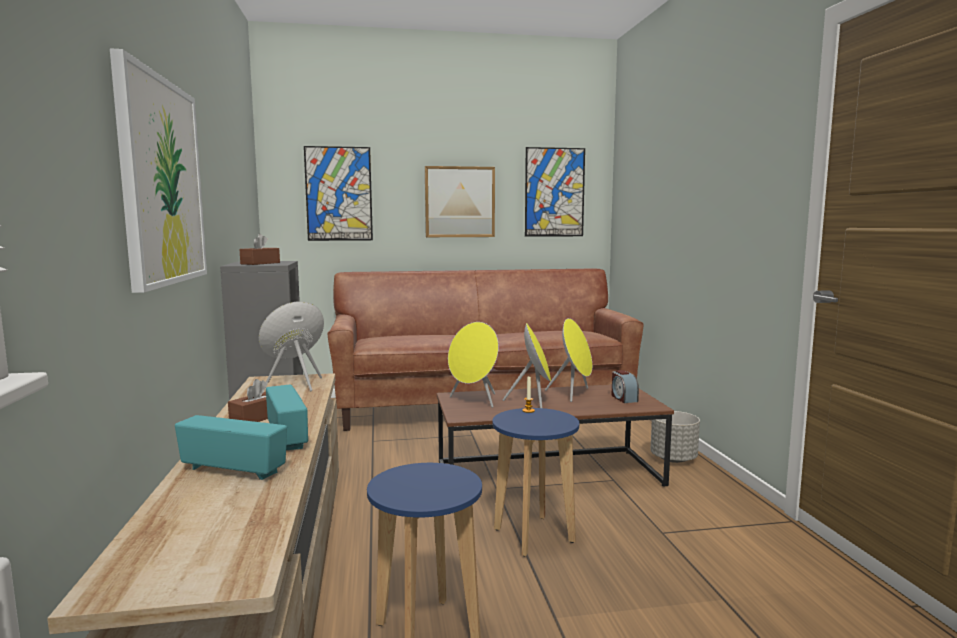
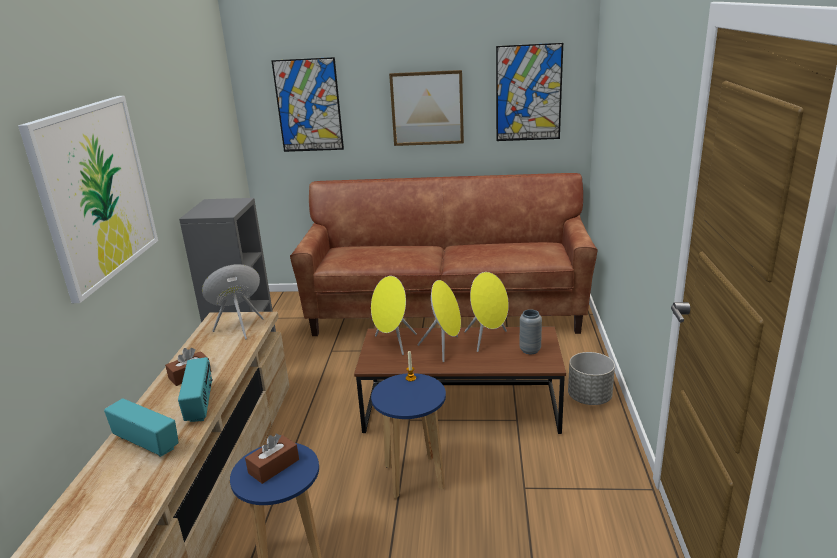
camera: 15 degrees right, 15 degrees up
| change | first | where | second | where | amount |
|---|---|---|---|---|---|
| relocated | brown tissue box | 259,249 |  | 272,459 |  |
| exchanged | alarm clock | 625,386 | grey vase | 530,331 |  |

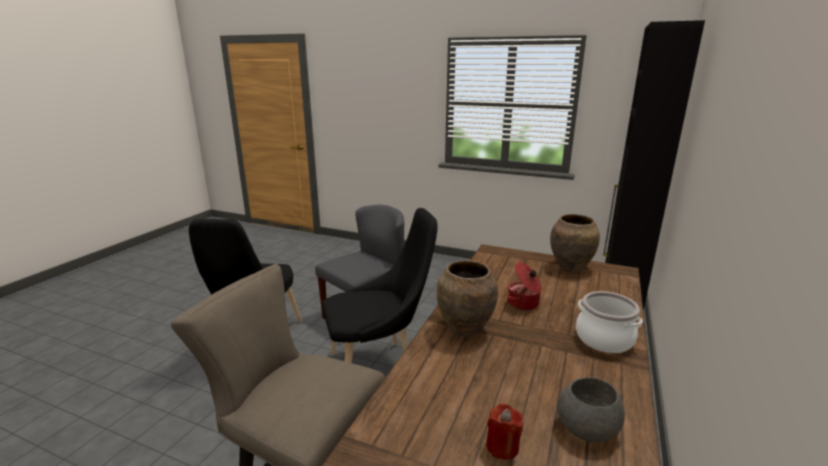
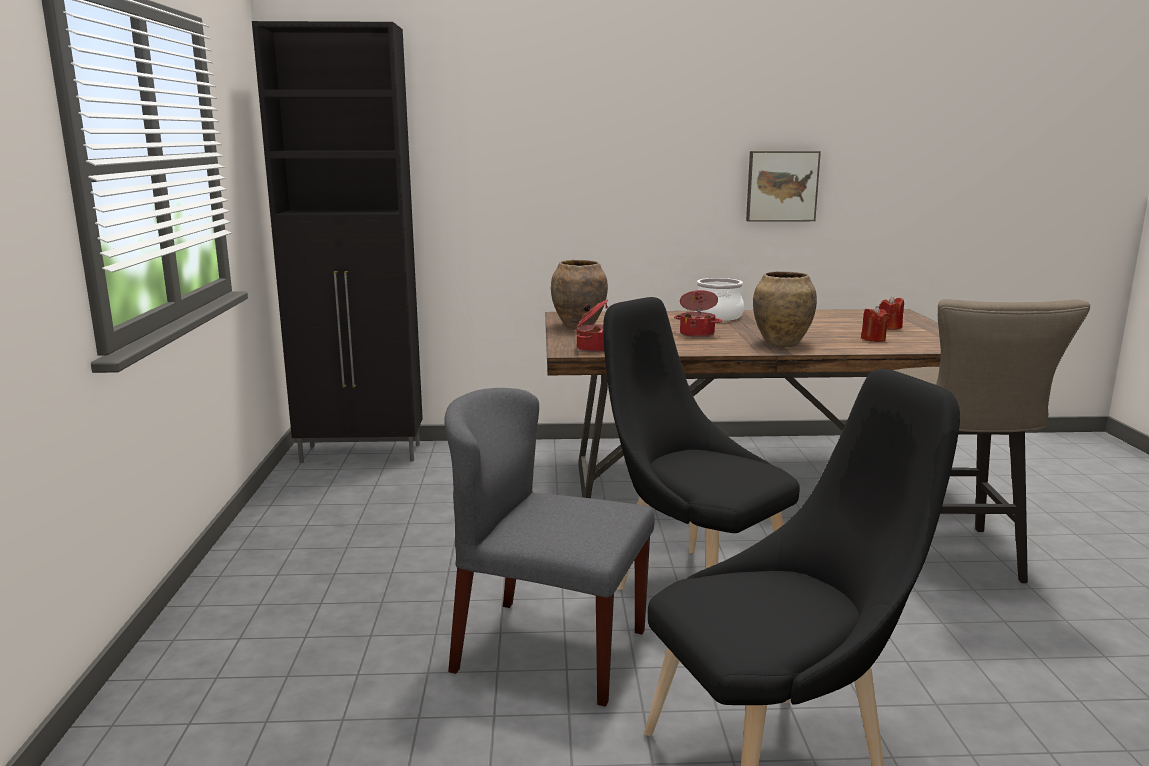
camera: 115 degrees left, 5 degrees down
| change | first | where | second | where | amount |
|---|---|---|---|---|---|
| appeared |  |  | cooking pot | 592,326 |  |
| appeared |  |  | picture | 783,186 |  |
| appeared |  |  | red candle | 875,324 |  |
| missing | grey bowl | 591,409 |  |  |  |

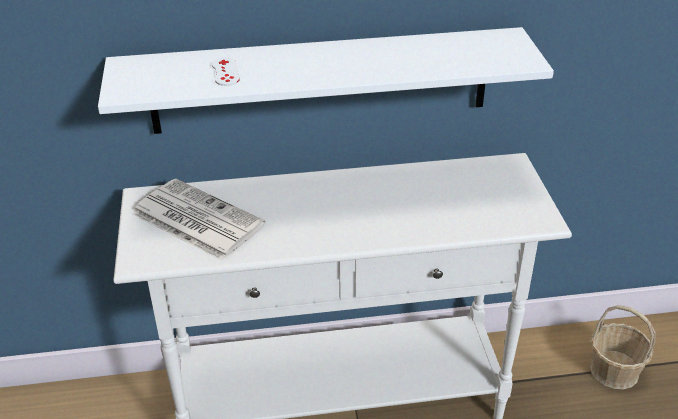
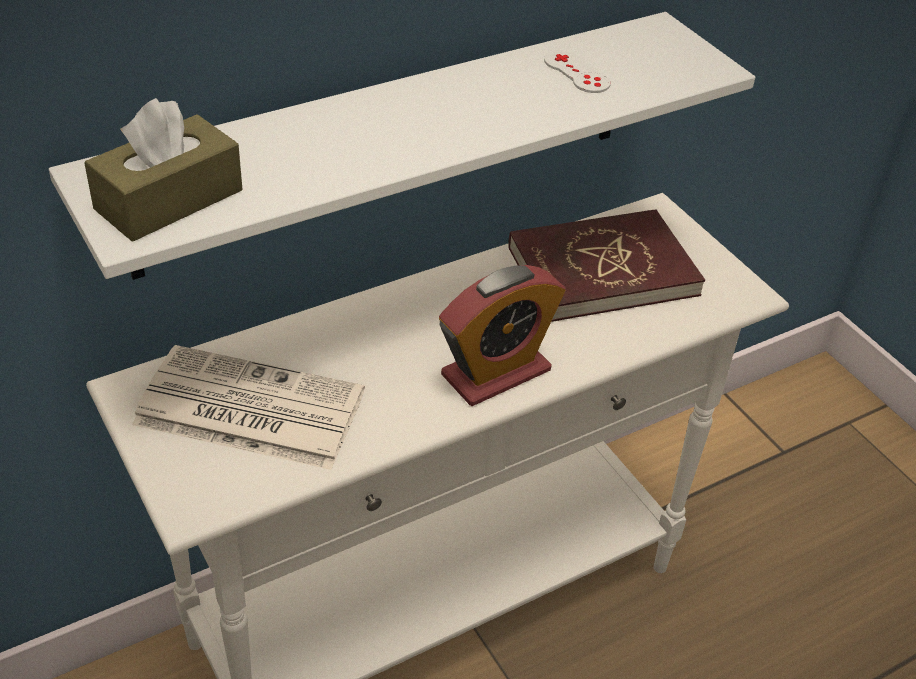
camera: 25 degrees left, 5 degrees up
| change | first | where | second | where | amount |
|---|---|---|---|---|---|
| appeared |  |  | brown tissue box | 163,170 |  |
| appeared |  |  | alarm clock | 502,335 |  |
| appeared |  |  | red book | 606,265 |  |
| relocated | white game controller | 226,71 |  | 577,71 |  |
| missing | basket | 623,347 |  |  |  |

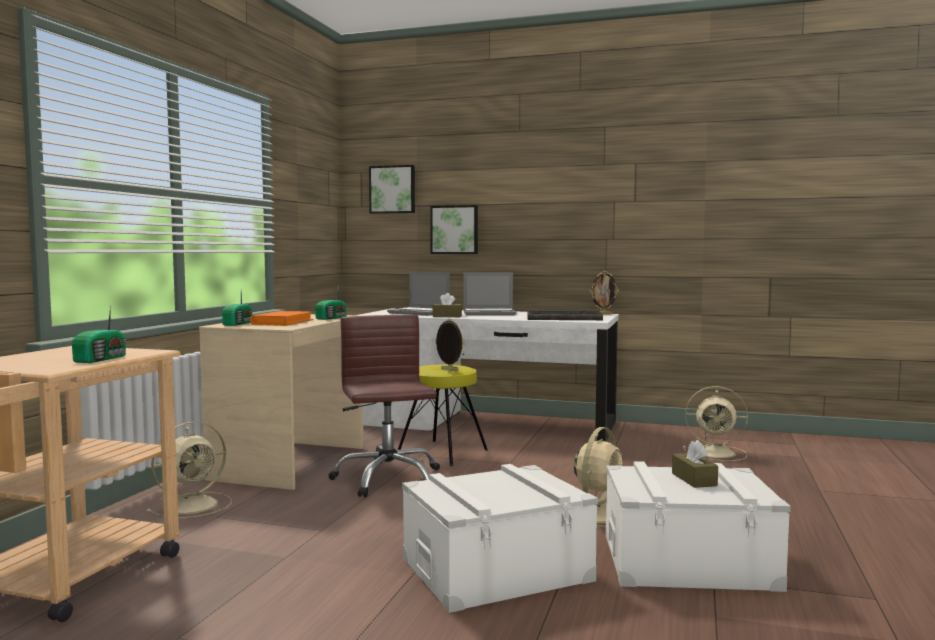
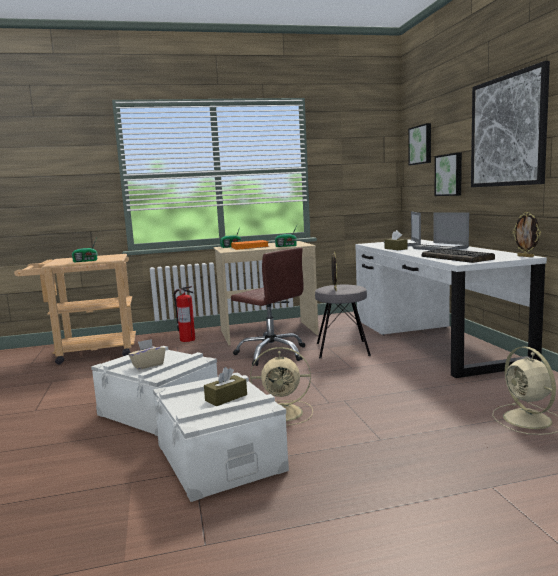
camera: 60 degrees right, 5 degrees up
| change | first | where | second | where | amount |
|---|---|---|---|---|---|
| appeared |  |  | beige tissue box | 147,354 |  |
| exchanged | beige fan | 189,470 | fire extinguisher | 184,314 |  |
| spun | brown office chair | 384,406 |  | 268,307 | 90 degrees clockwise |
| colour | yellow stool | 443,415 | grey stool | 343,321 |  |
| appeared |  |  | picture | 510,124 |  |

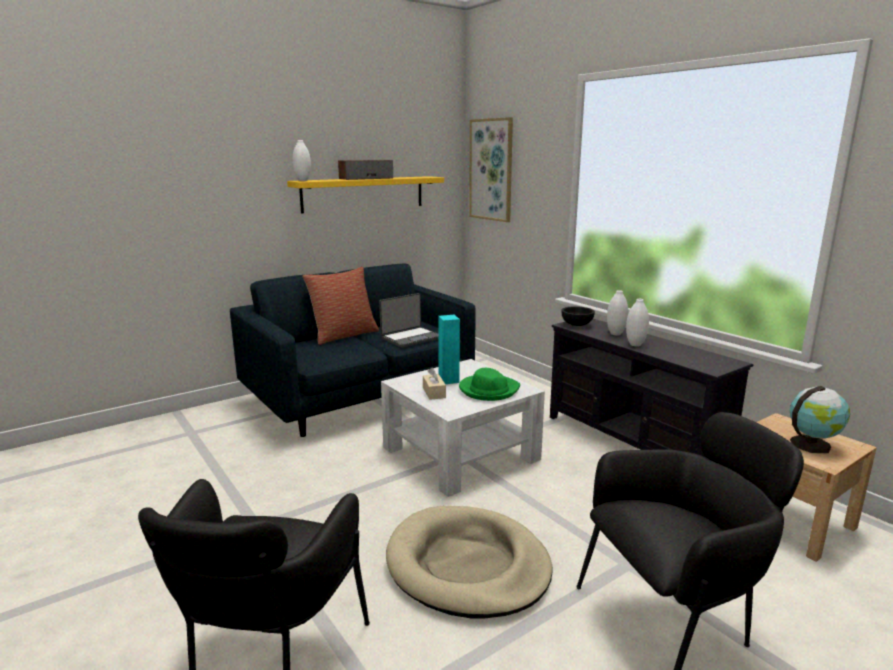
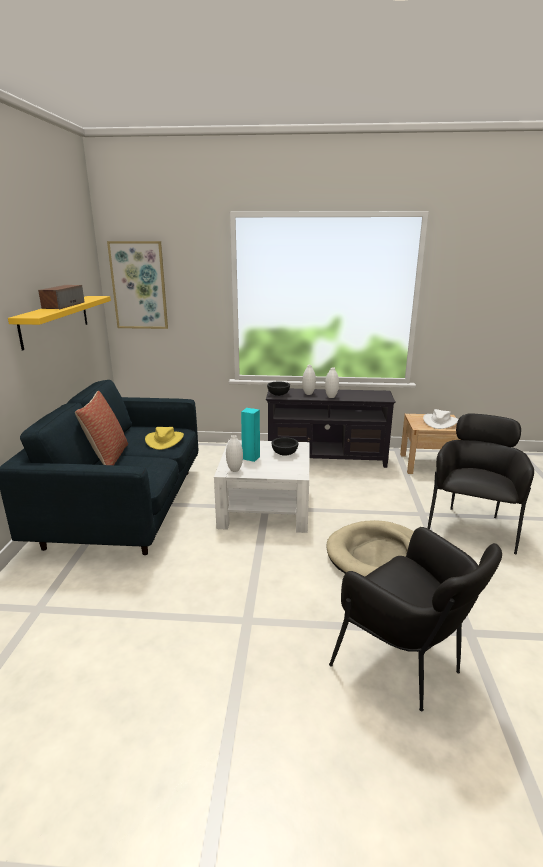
camera: 50 degrees left, 5 degrees up
| change | first | where | second | where | amount |
|---|---|---|---|---|---|
| exchanged | laptop | 408,320 | yellow hat | 164,438 |  |
| relocated | white vase | 301,160 |  | 234,453 |  |
| exchanged | green hat | 489,384 | black bowl | 285,446 |  |
| exchanged | globe | 819,419 | white hat | 440,419 |  |
| missing | beige tissue box | 434,383 |  |  |  |

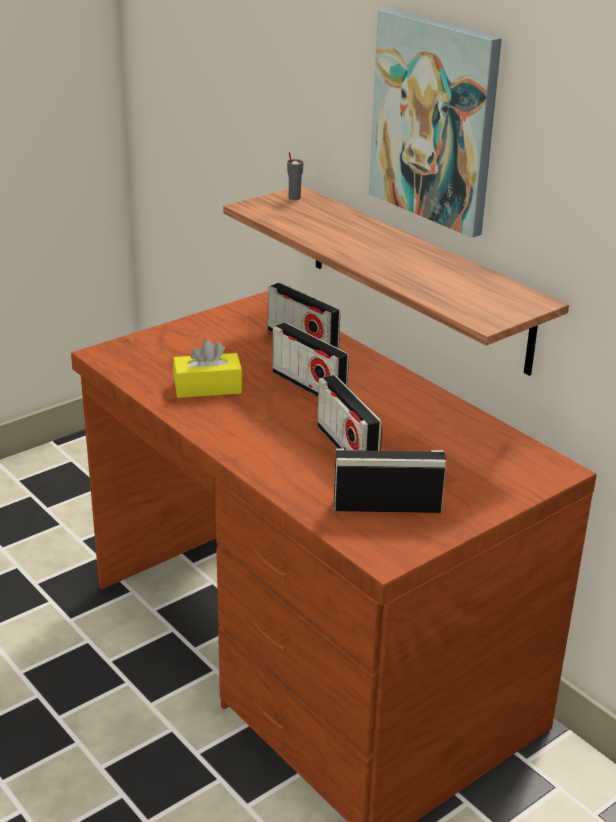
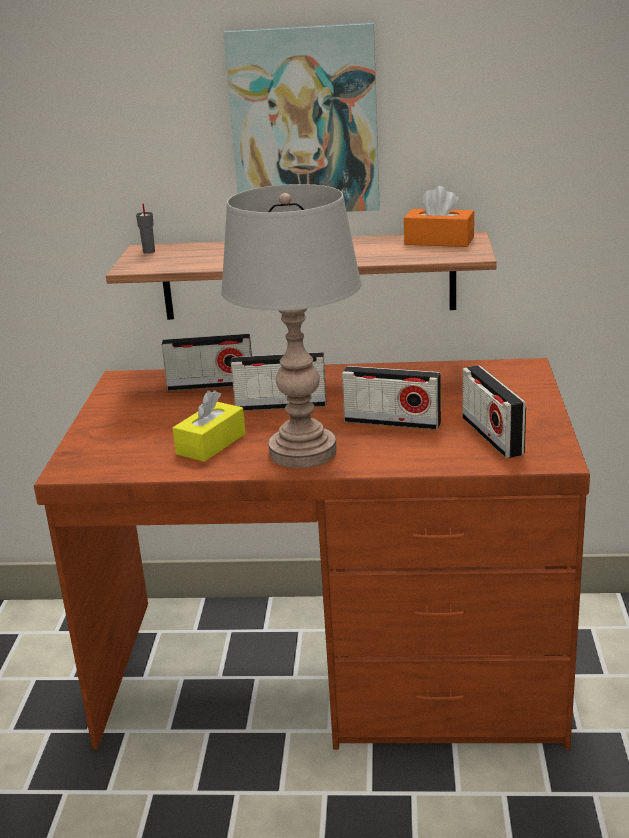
camera: 45 degrees left, 5 degrees down
| change | first | where | second | where | amount |
|---|---|---|---|---|---|
| appeared |  |  | grey table lamp | 291,326 |  |
| appeared |  |  | orange tissue box | 439,216 |  |
| spun | radio | 390,480 |  | 494,411 | 60 degrees counterclockwise |

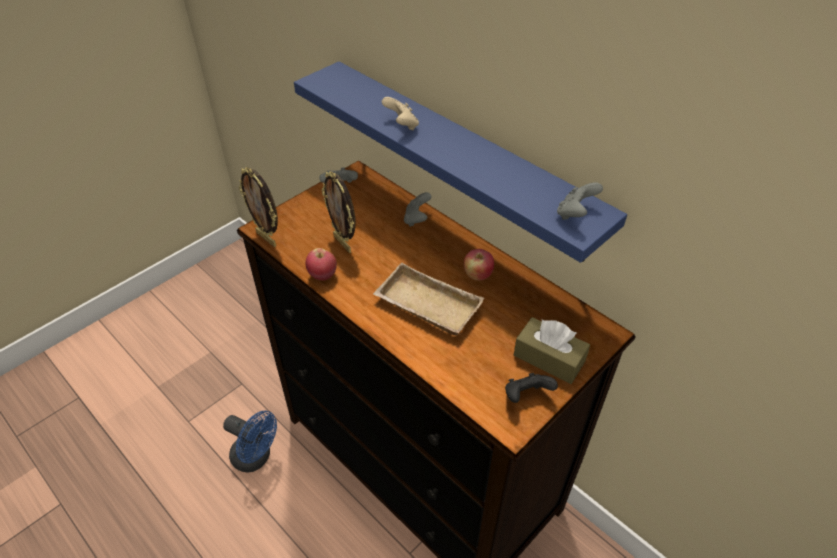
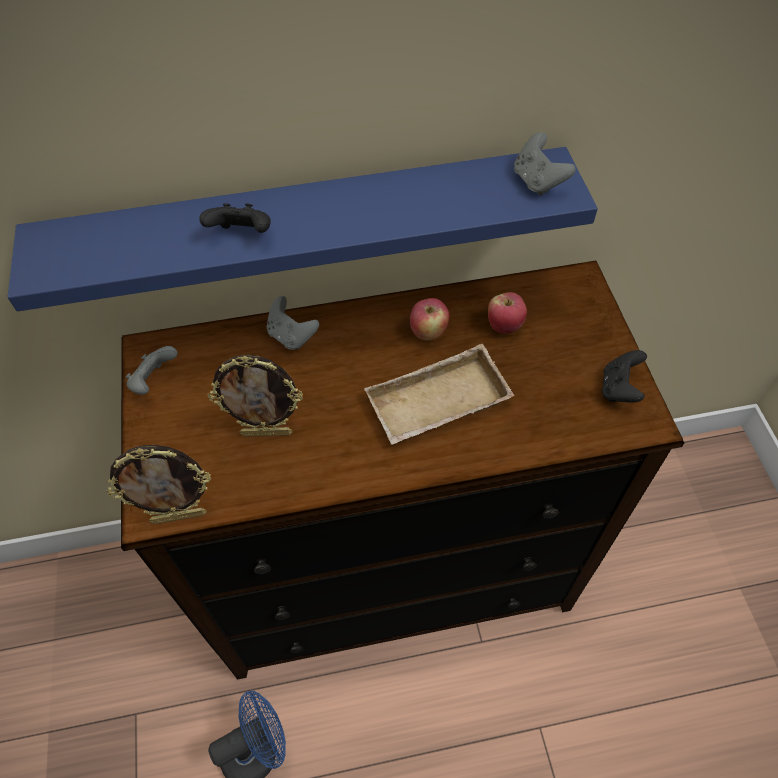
camera: 55 degrees left, 10 degrees up
| change | first | where | second | where | amount |
|---|---|---|---|---|---|
| colour | beige game controller | 400,113 | black game controller | 235,218 |  |
| relocated | apple | 321,264 |  | 507,313 |  |
| missing | brown tissue box | 552,350 |  |  |  |

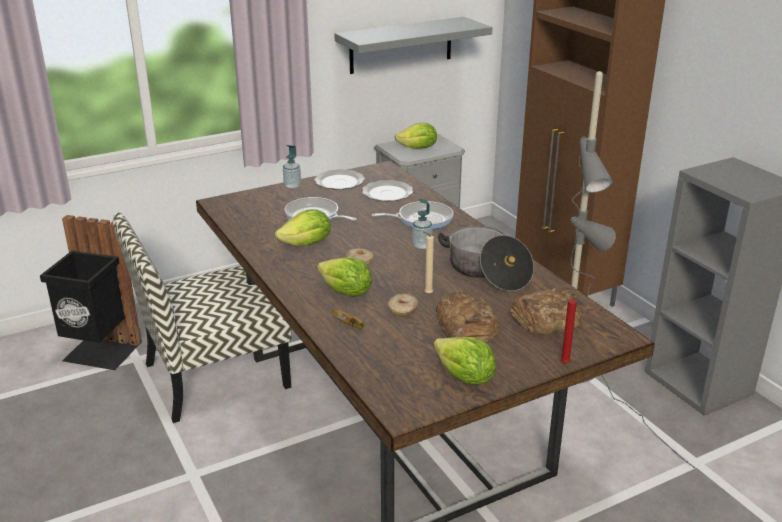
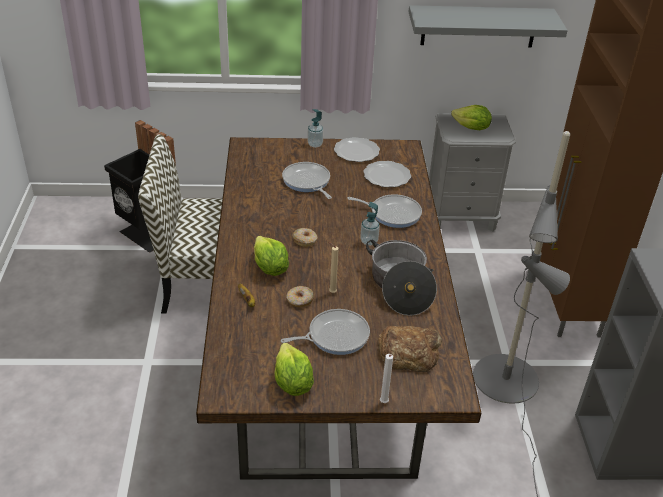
camera: 25 degrees right, 10 degrees up
| change | first | where | second | where | amount |
|---|---|---|---|---|---|
| exchanged | bread | 468,317 | frying pan | 325,332 |  |
| colour | red candle | 569,331 | white candle | 386,378 |  |
| missing | lettuce | 303,227 |  |  |  |

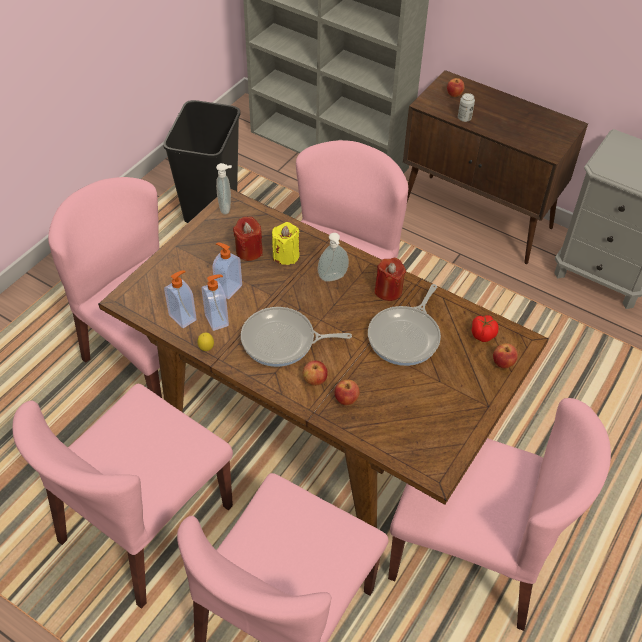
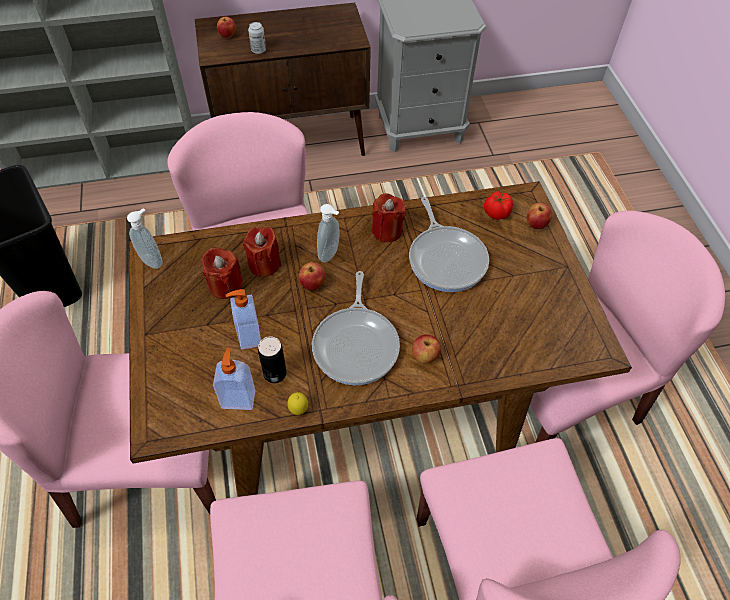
camera: 45 degrees left, 5 degrees up
| change | first | where | second | where | amount |
|---|---|---|---|---|---|
| colour | yellow candle | 286,243 | red candle | 262,252 |  |
| exchanged | soap dispenser | 215,303 | can | 272,359 |  |
| relocated | apple | 347,393 |  | 312,276 |  |
| spun | frying pan | 296,337 |  | 356,328 | 45 degrees counterclockwise |

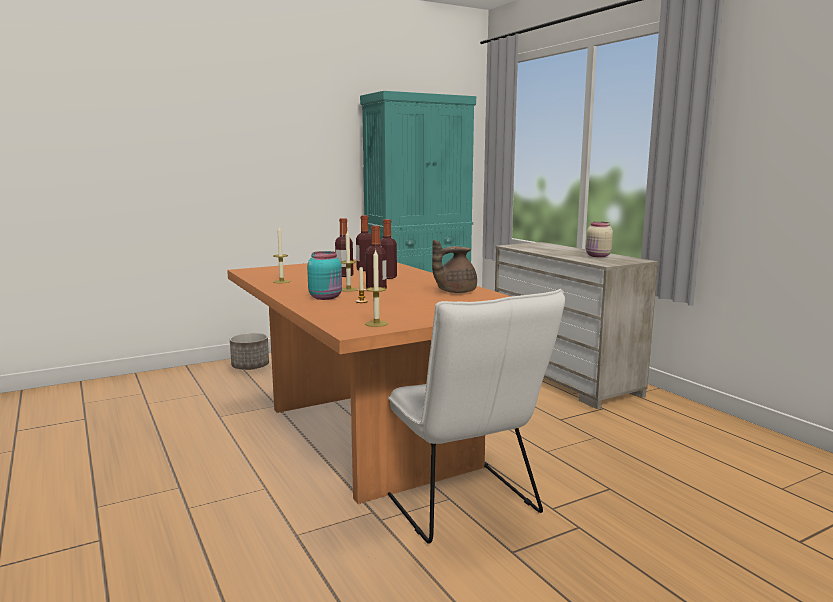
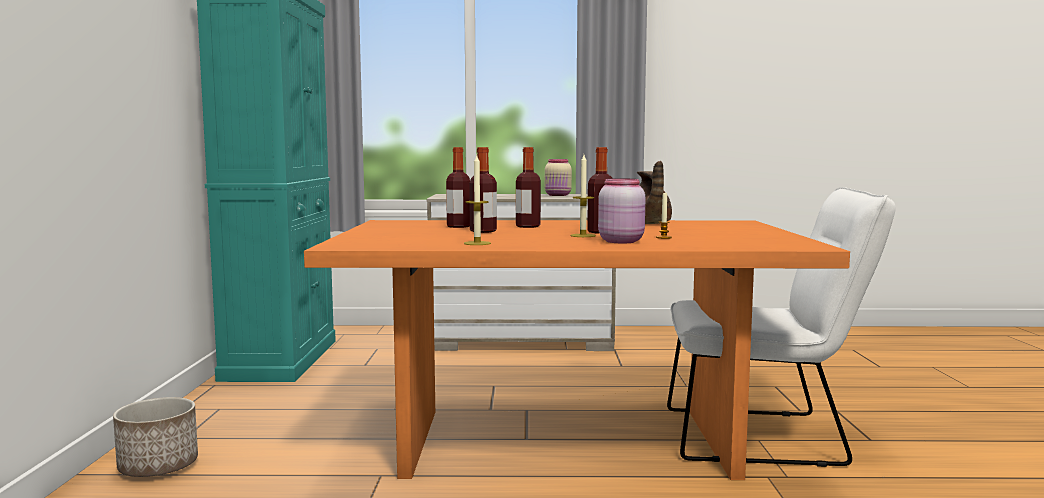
camera: 60 degrees left, 5 degrees down
| change | first | where | second | where | amount |
|---|---|---|---|---|---|
| colour | turquoise jar | 324,275 | pink jar | 621,210 |  |
| missing | candle | 376,288 |  |  |  |

